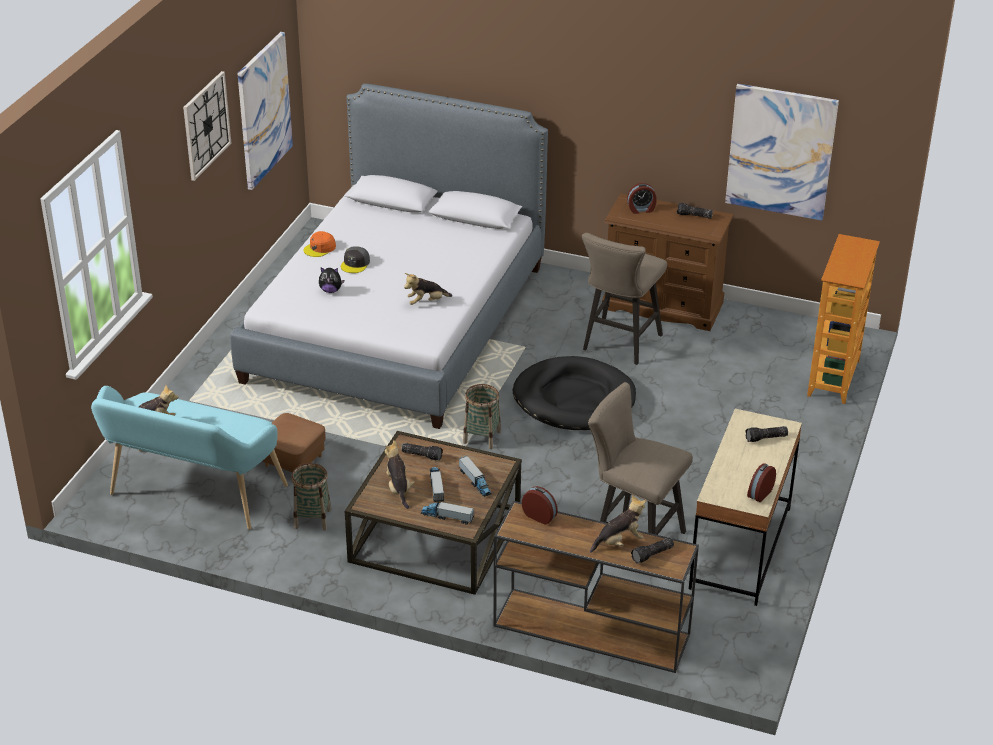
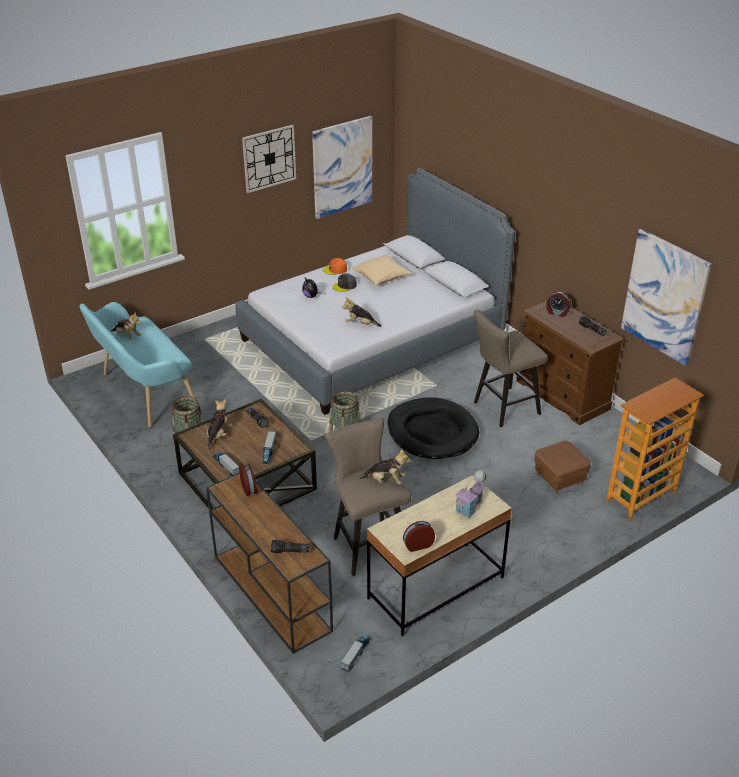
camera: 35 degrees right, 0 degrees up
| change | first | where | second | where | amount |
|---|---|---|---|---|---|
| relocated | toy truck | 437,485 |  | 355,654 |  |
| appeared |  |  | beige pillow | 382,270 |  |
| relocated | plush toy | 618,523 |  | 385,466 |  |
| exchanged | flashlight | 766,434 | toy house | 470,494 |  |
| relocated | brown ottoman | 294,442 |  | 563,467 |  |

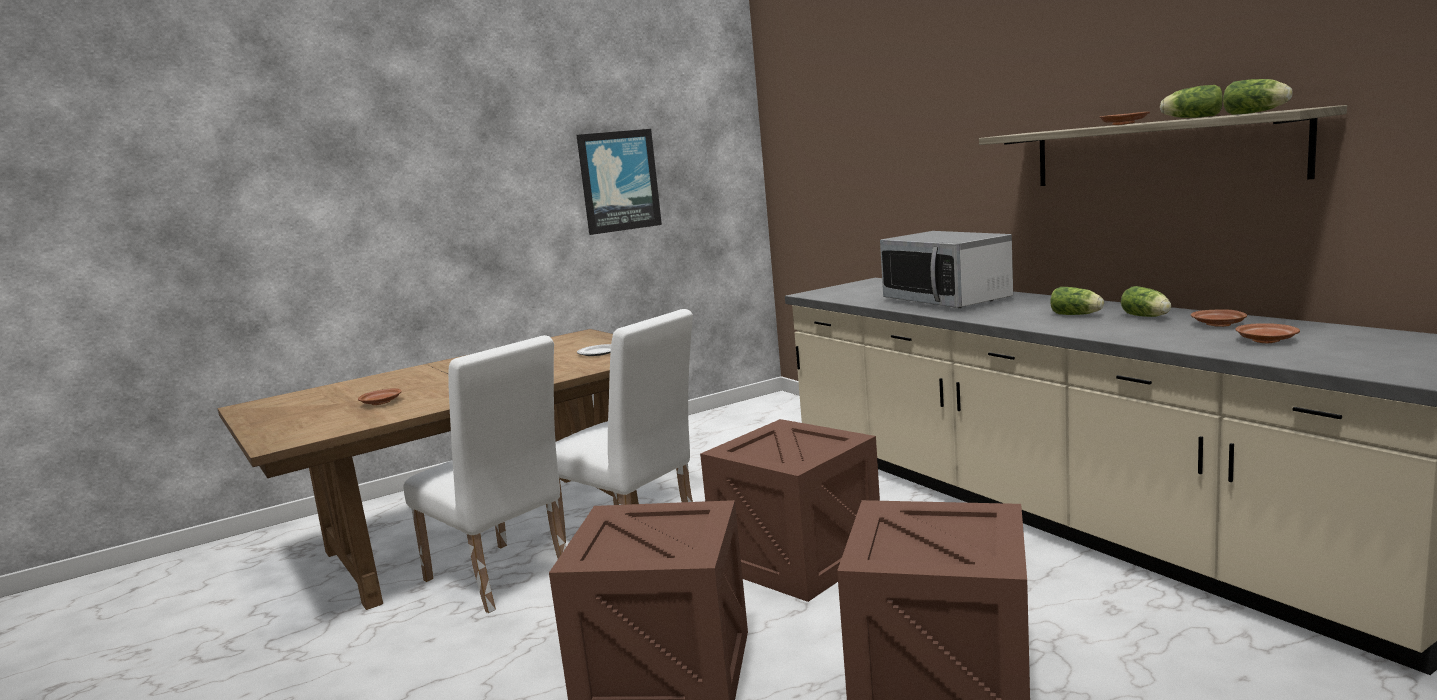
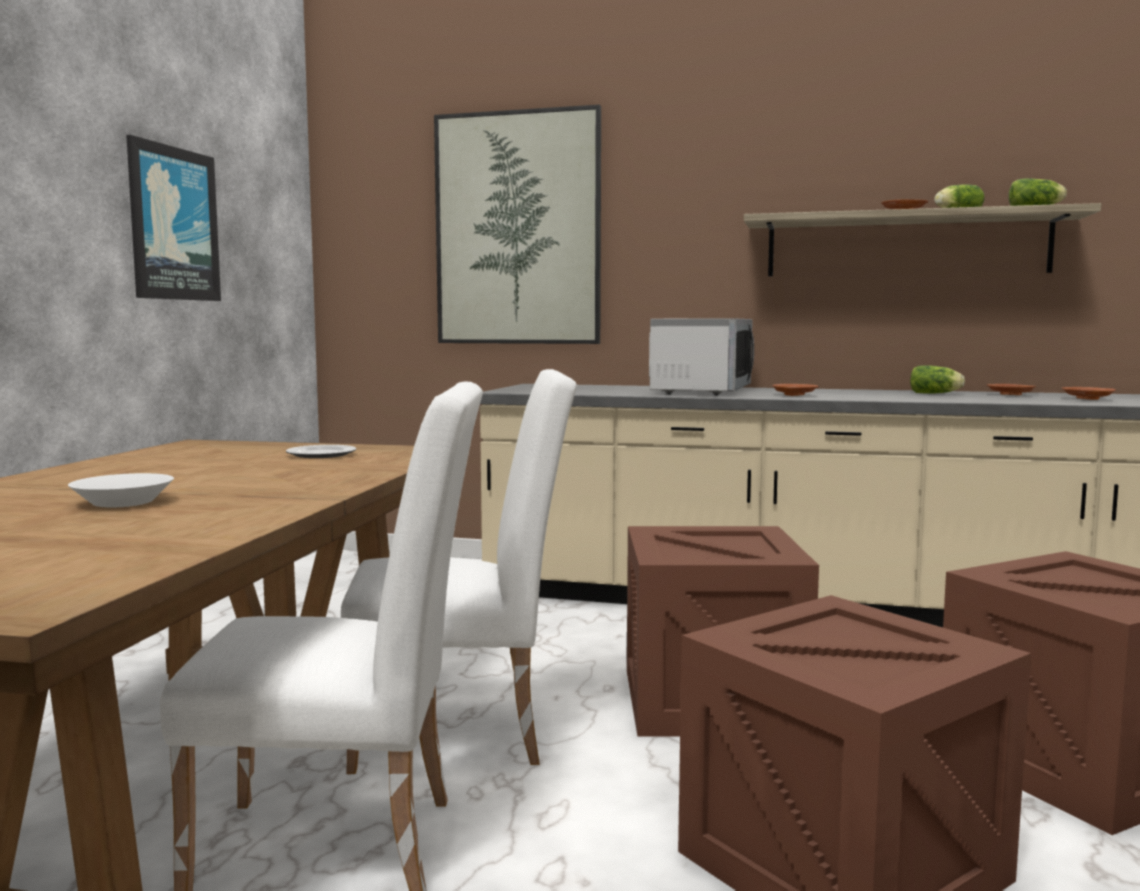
camera: 45 degrees left, 5 degrees down
| change | first | where | second | where | amount |
|---|---|---|---|---|---|
| appeared |  |  | white bowl | 121,490 |  |
| appeared |  |  | picture | 517,224 |  |
| spun | microwave | 946,269 |  | 701,356 | 90 degrees counterclockwise |
| relocated | brown plate | 380,396 |  | 795,390 |  |
| missing | lettuce | 1077,301 |  |  |  |

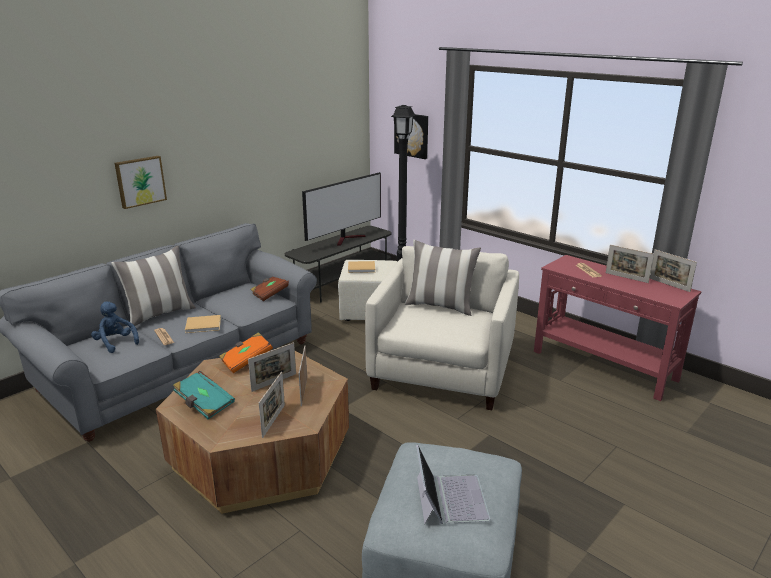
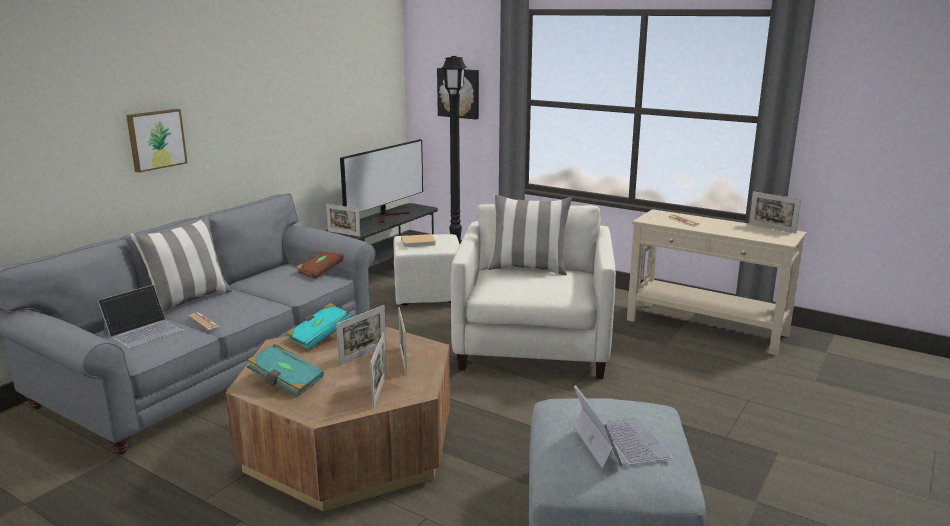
camera: 10 degrees left, 5 degrees down
| change | first | where | second | where | amount |
|---|---|---|---|---|---|
| exchanged | blue plush toy | 115,327 | laptop | 141,316 |  |
| colour | orange book | 246,352 | turquoise book | 319,326 |  |
| relocated | picture frame | 630,264 |  | 343,220 |  |
| colour | red console table | 618,328 | beige console table | 717,282 |  |
| missing | beige book | 203,324 |  |  |  |

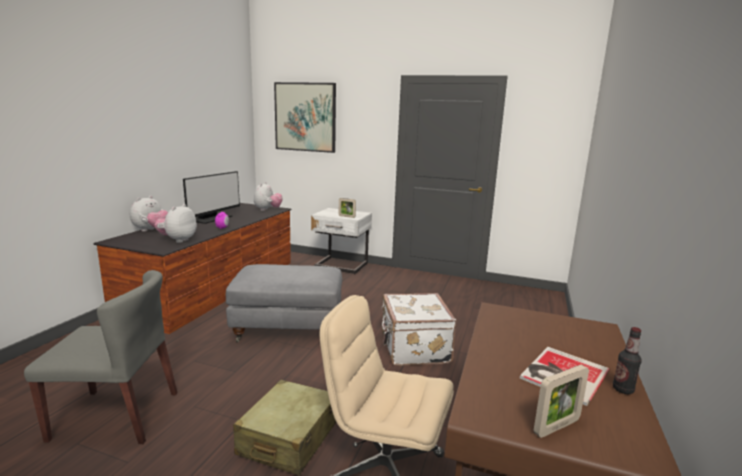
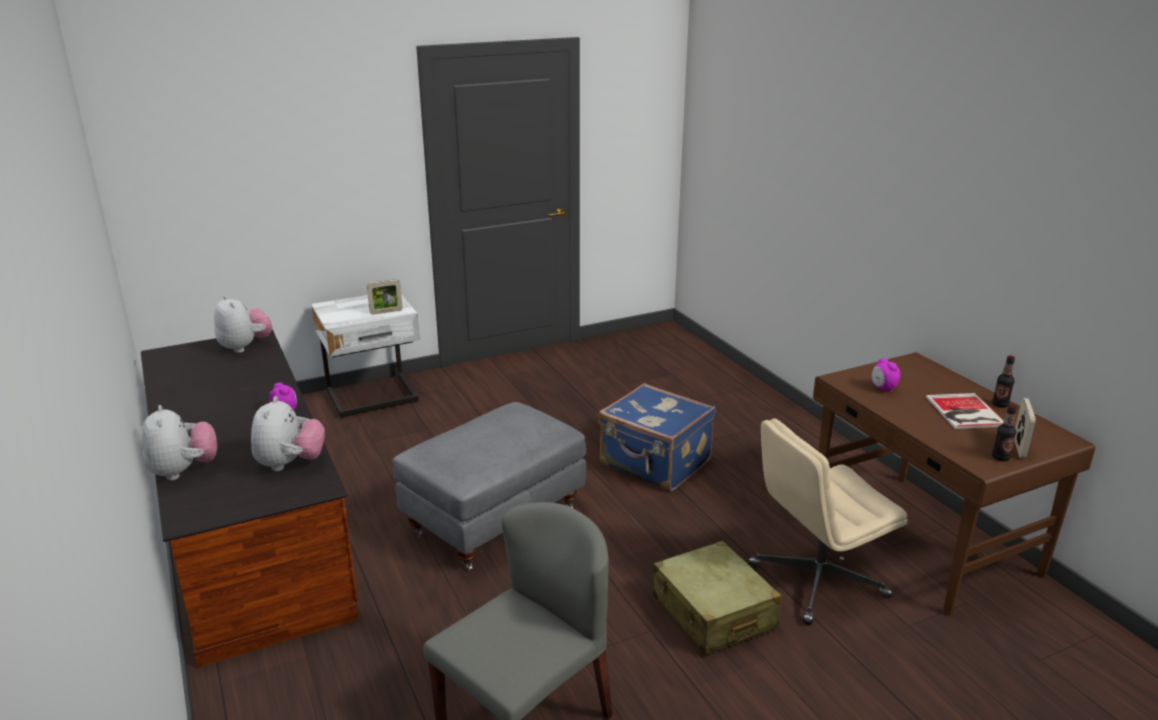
camera: 45 degrees left, 10 degrees up
| change | first | where | second | where | amount |
|---|---|---|---|---|---|
| spun | plush toy | 175,223 |  | 288,433 | 150 degrees counterclockwise |
| colour | white suitcase | 419,329 | blue suitcase | 657,437 |  |
| appeared |  |  | alarm clock | 886,375 |  |
| appeared |  |  | bottle | 1004,432 |  |
| missing | monitor | 211,197 |  |  |  |
| missing | picture | 305,117 |  |  |  |

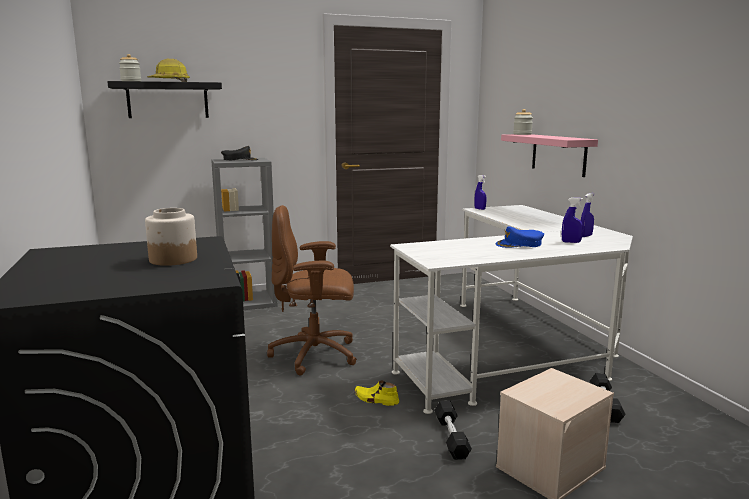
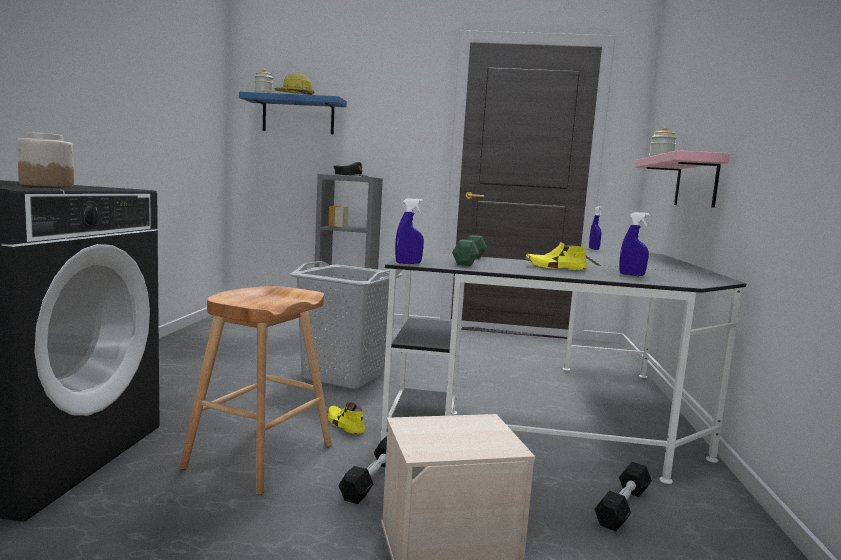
camera: 25 degrees right, 5 degrees down
| change | first | where | second | where | amount |
|---|---|---|---|---|---|
| appeared |  |  | brown stool | 256,390 |  |
| colour | black shelf | 164,99 | blue shelf | 293,113 |  |
| exchanged | brown office chair | 312,290 | grey laundry basket | 346,325 |  |
| colour | white desk | 511,309 | black desk | 563,366 |  |
| relocated | blue spray bottle | 588,215 |  | 409,231 |  |
| appeared |  |  | green dumbbell | 469,250 |  |
| exchanged | blue cap | 519,237 | yellow shoe | 555,256 |  |

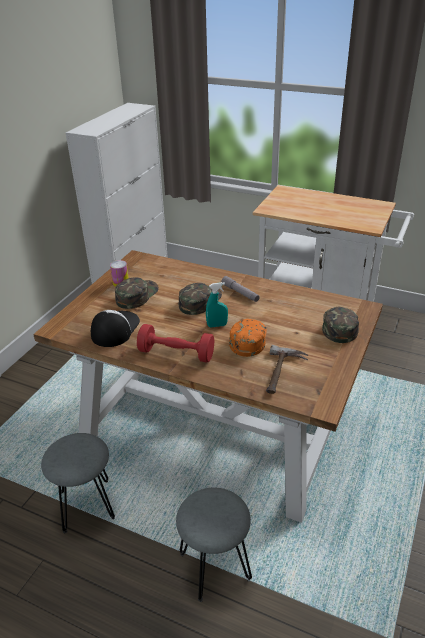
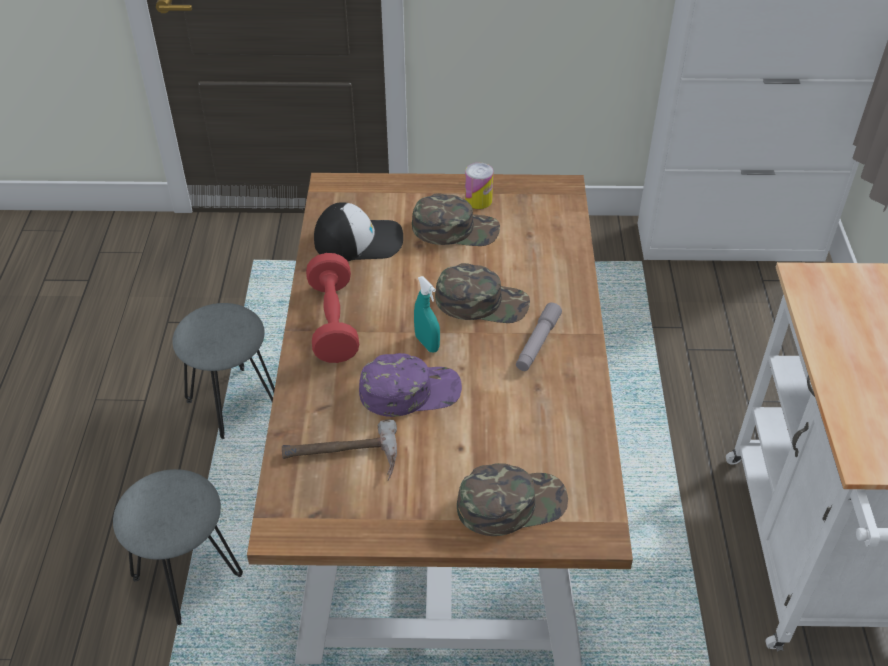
camera: 65 degrees right, 10 degrees up
| change | first | where | second | where | amount |
|---|---|---|---|---|---|
| colour | orange cap | 248,338 | purple cap | 410,385 |  |

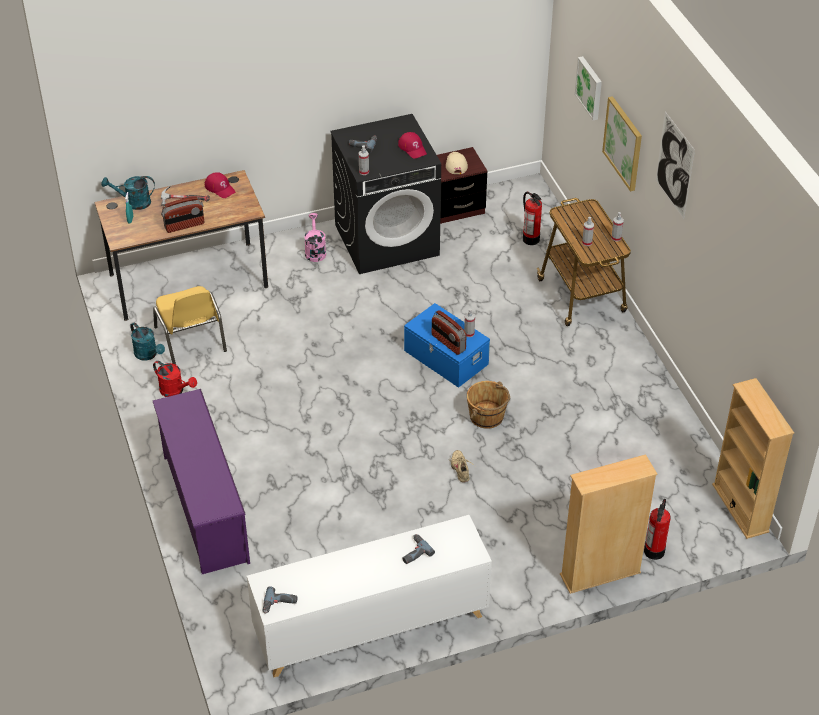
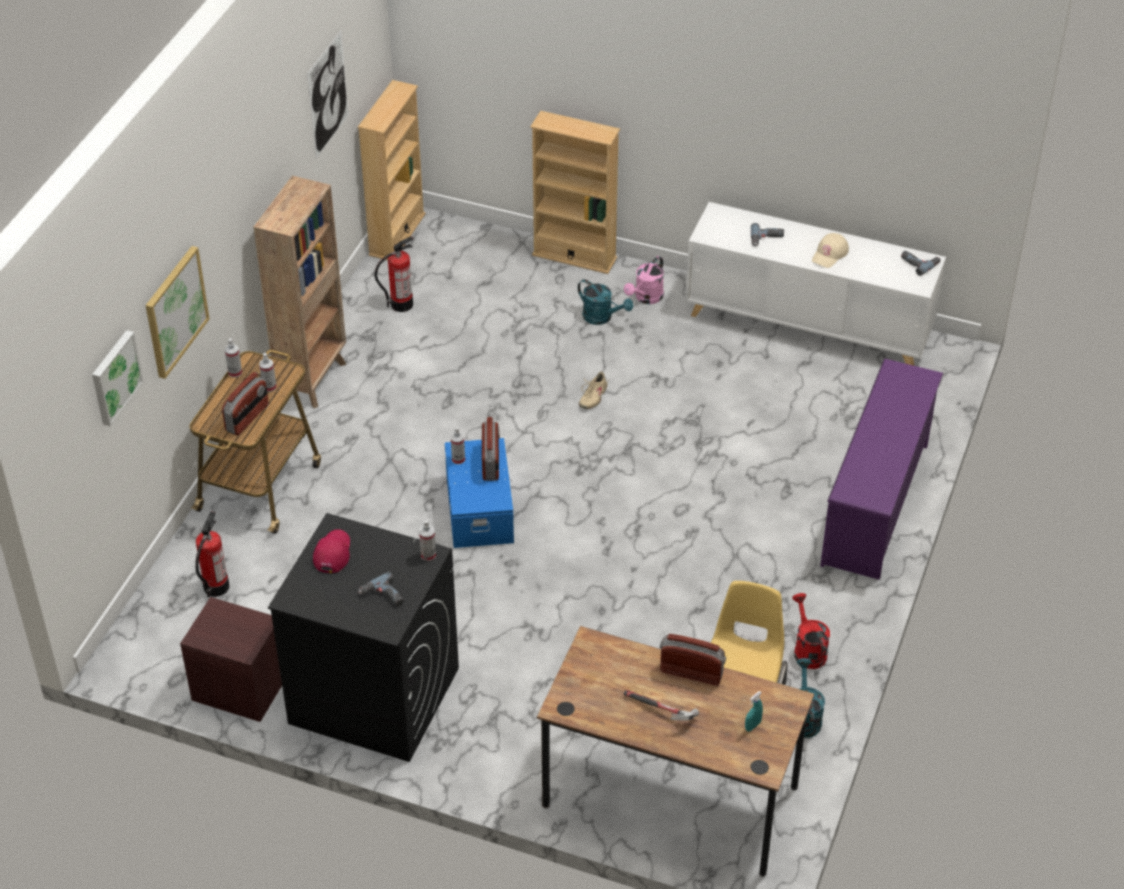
camera: 140 degrees left, 0 degrees up
| change | first | where | second | where | amount |
|---|---|---|---|---|---|
| appeared |  |  | radio | 245,404 |  |
| appeared |  |  | brown bookcase | 300,292 |  |
| relocated | picture | 675,165 |  | 328,95 |  |
| relocated | fire extinguisher | 657,529 |  | 394,274 |  |
| relocated | turquoise watering can | 128,193 |  | 605,302 |  |
| relocated | pink watering can | 315,237 |  | 644,280 |  |
| relocated | beige cap | 457,163 |  | 830,250 |  |
| missing | red cap | 220,185 |  |  |  |
| missing | brown bucket | 488,405 |  |  |  |

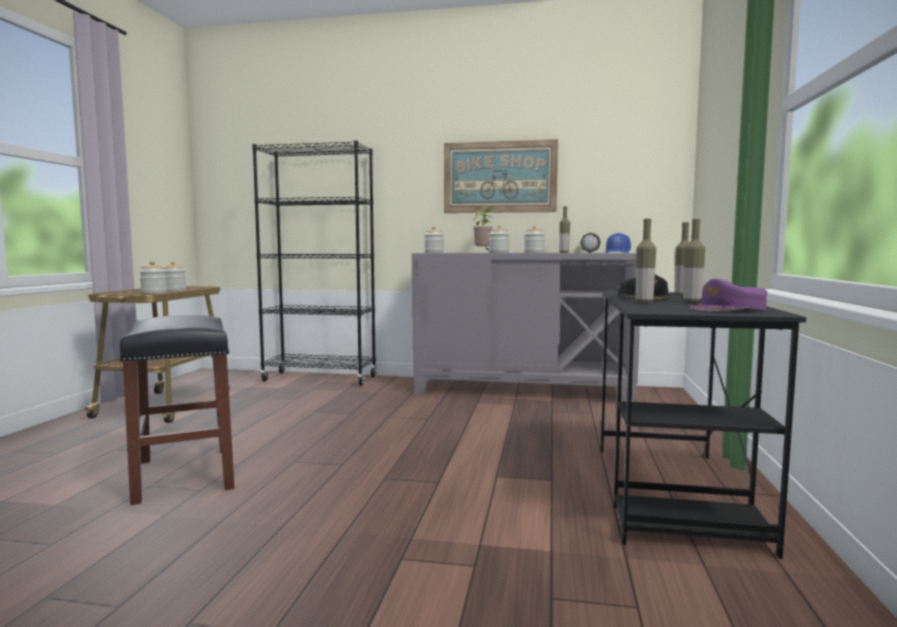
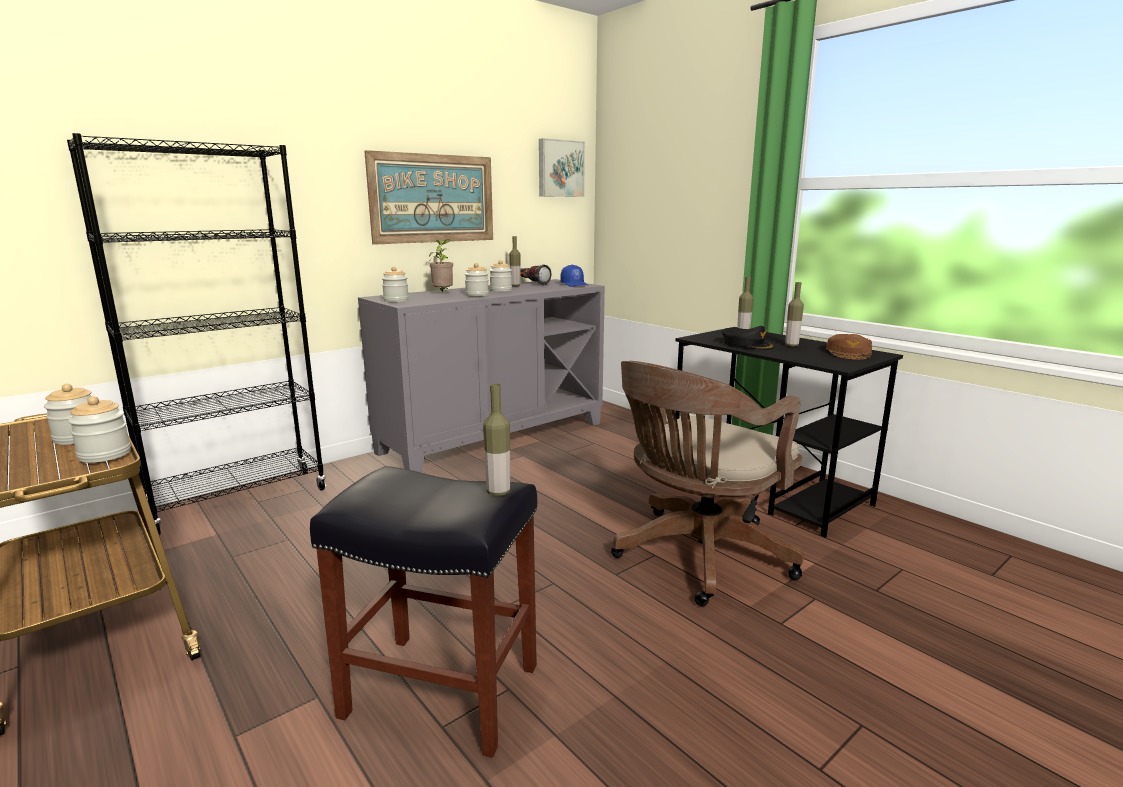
camera: 50 degrees left, 10 degrees up
| change | first | where | second | where | amount |
|---|---|---|---|---|---|
| relocated | bottle | 645,261 |  | 496,439 |  |
| appeared |  |  | picture | 562,167 |  |
| appeared |  |  | brown office chair | 707,483 |  |
| colour | purple cap | 728,295 | brown cap | 849,347 |  |

